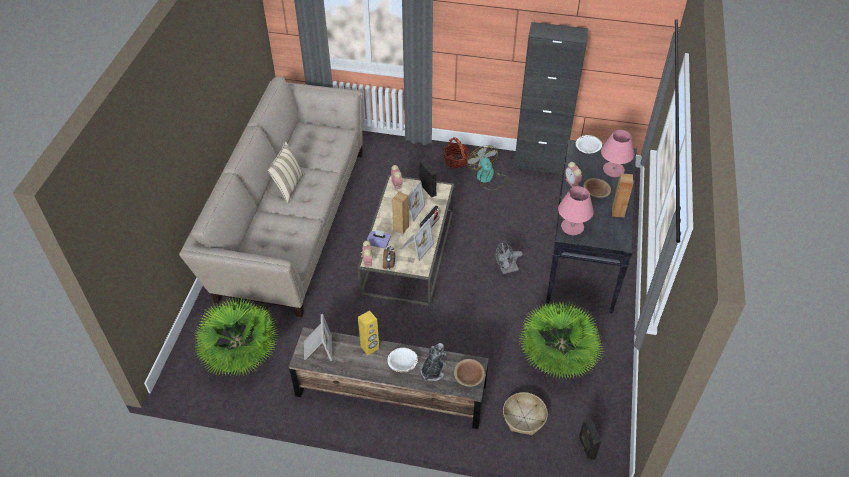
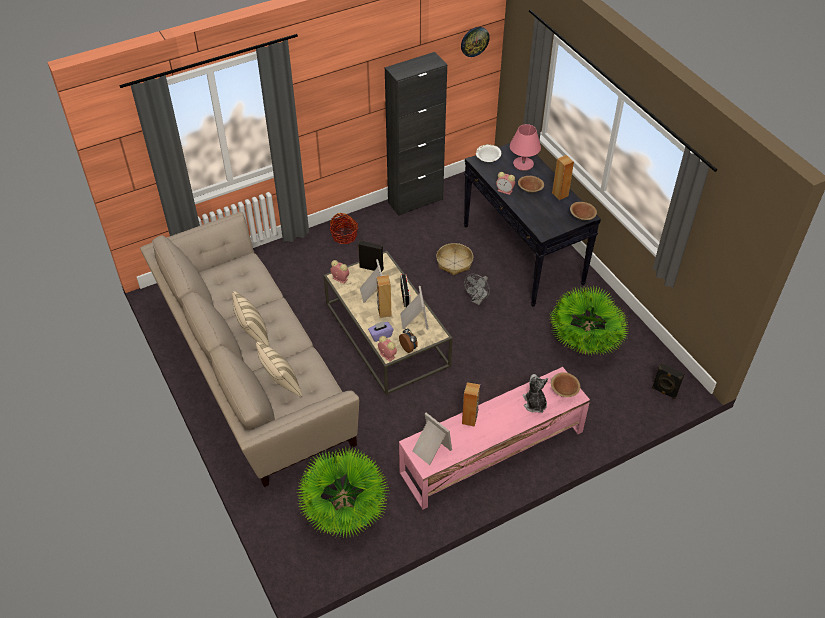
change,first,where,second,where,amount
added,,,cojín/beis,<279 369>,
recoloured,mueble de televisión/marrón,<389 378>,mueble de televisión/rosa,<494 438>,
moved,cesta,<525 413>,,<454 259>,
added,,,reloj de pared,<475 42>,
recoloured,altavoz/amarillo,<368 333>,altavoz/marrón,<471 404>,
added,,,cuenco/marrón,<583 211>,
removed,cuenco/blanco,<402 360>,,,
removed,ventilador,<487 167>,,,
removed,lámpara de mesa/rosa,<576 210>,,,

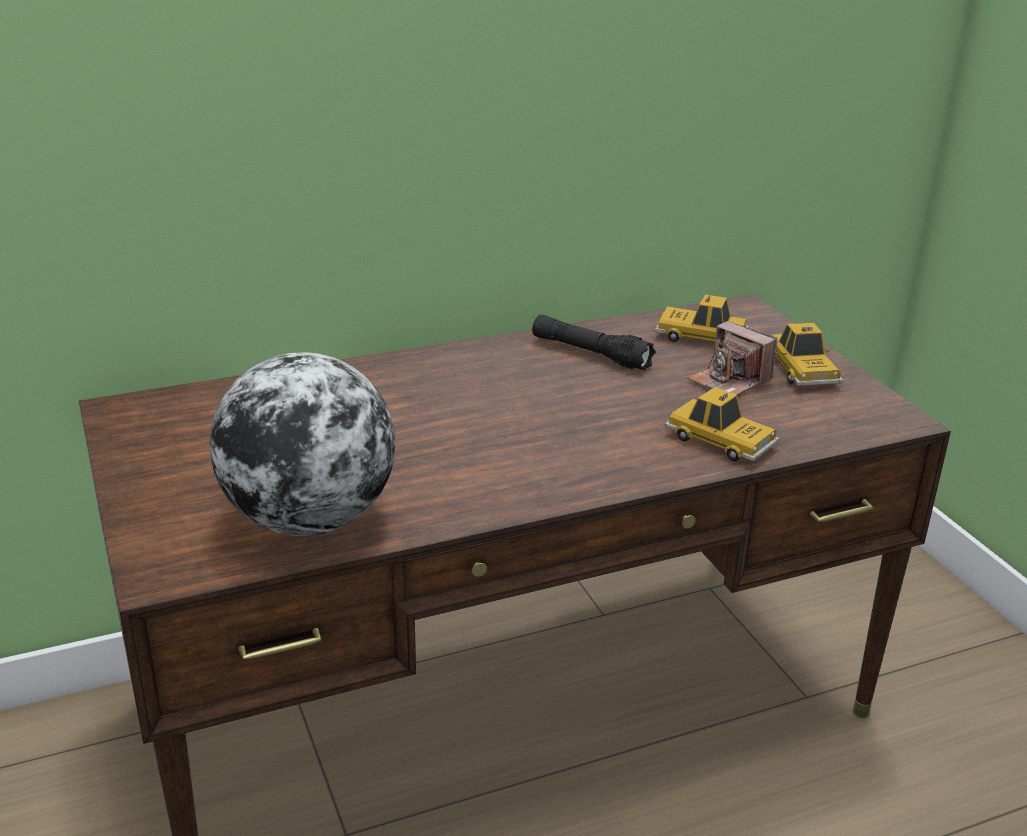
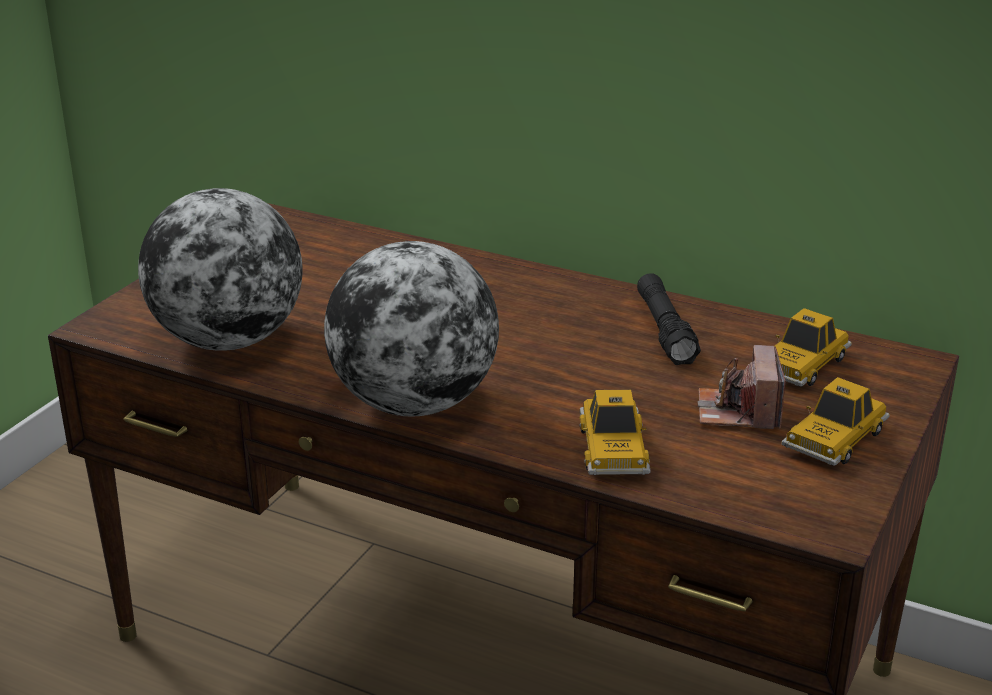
change,first,where,second,where,amount
added,,,globo terráqueo,<411 329>,
turned,coche de juguete,<702 319>,,<813 347>,120 degrees counterclockwise

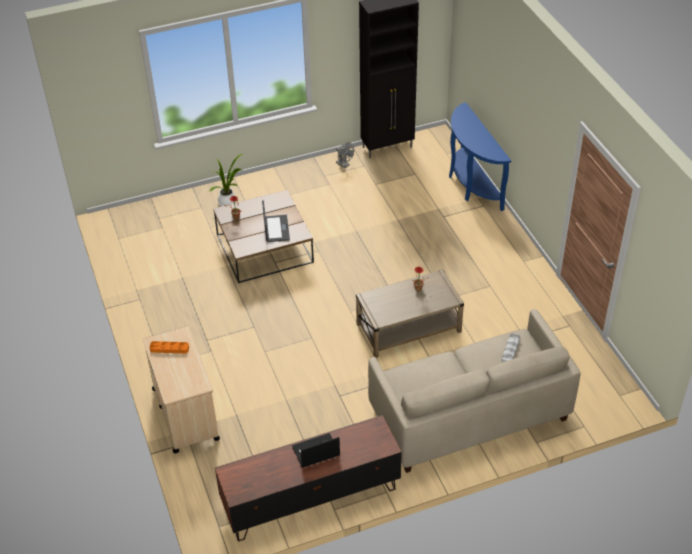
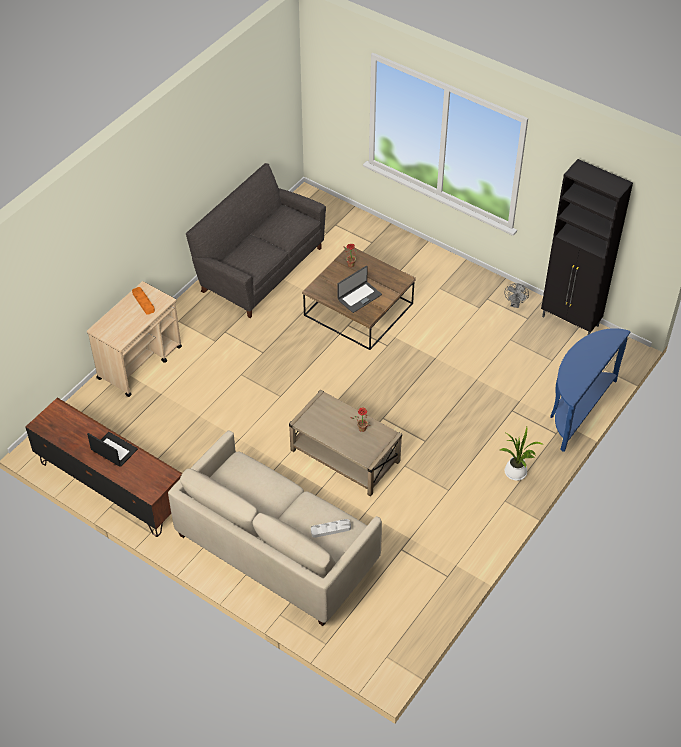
change,first,where,second,where,amount
added,,,sofá/gris,<256 240>,
moved,planta en maceta,<226 180>,,<522 454>,

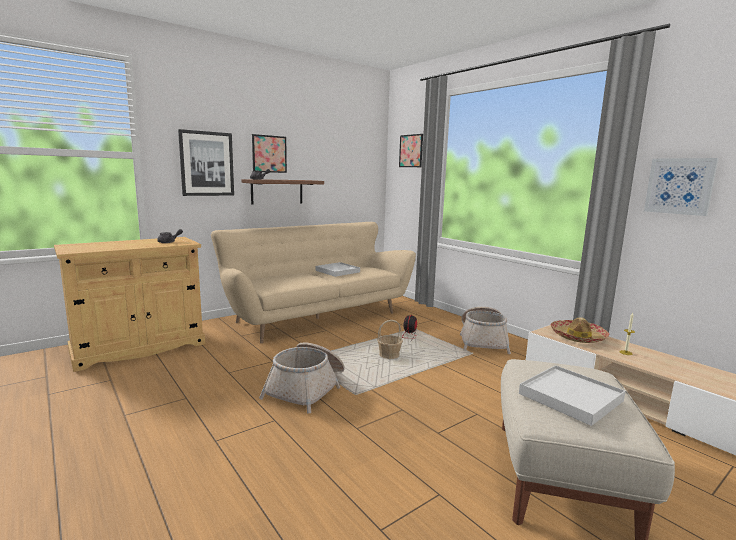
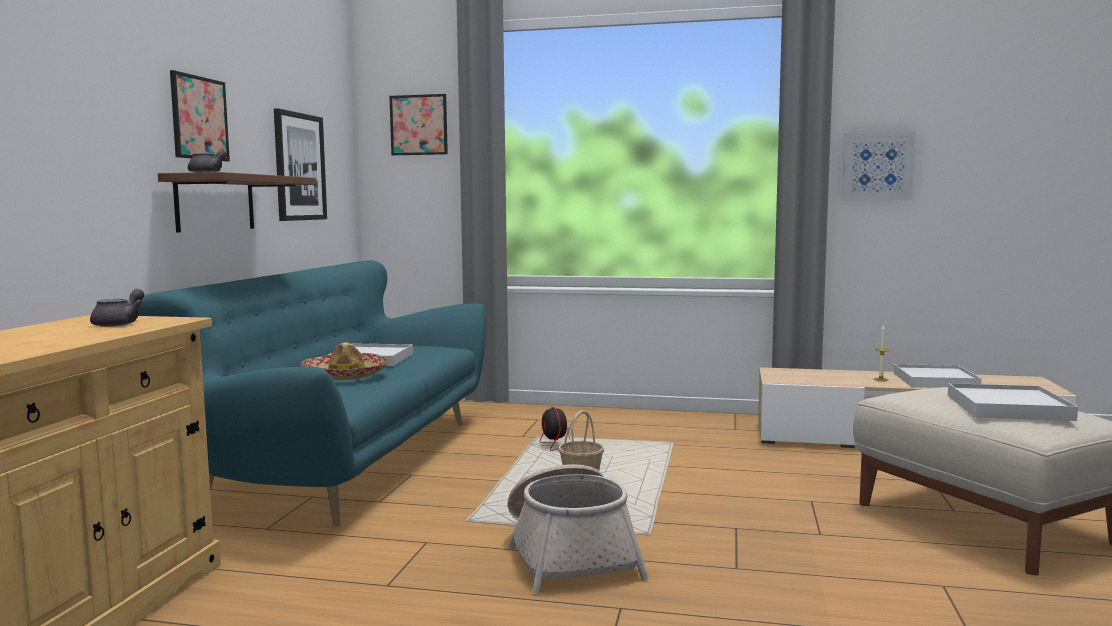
change,first,where,second,where,amount
recoloured,sofá/beis,<313 282>,sofá/turquesa,<312 393>,
moved,cuadro,<206 162>,,<300 164>,
moved,sombrero,<580 330>,,<344 361>,
added,,,bandeja/blanco,<938 376>,
removed,cesta,<485 330>,,,

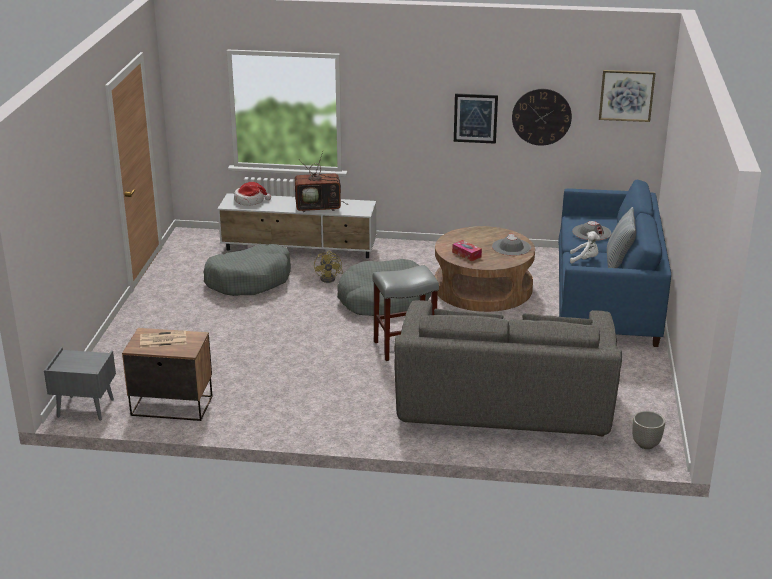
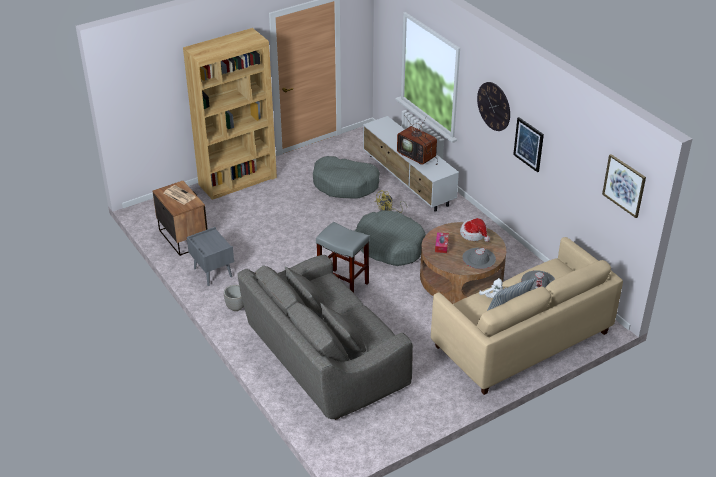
change,first,where,second,where,amount
added,,,estantería/marrón,<230 114>,
moved,mesita de noche/gris,<80 384>,,<210 256>,
moved,maceta,<648 430>,,<234 298>,
recoloured,sofá/azul,<614 263>,sofá/beis,<527 316>,
moved,sombrero,<252 194>,,<475 230>,
moved,reloj de pared,<542 117>,,<493 106>,

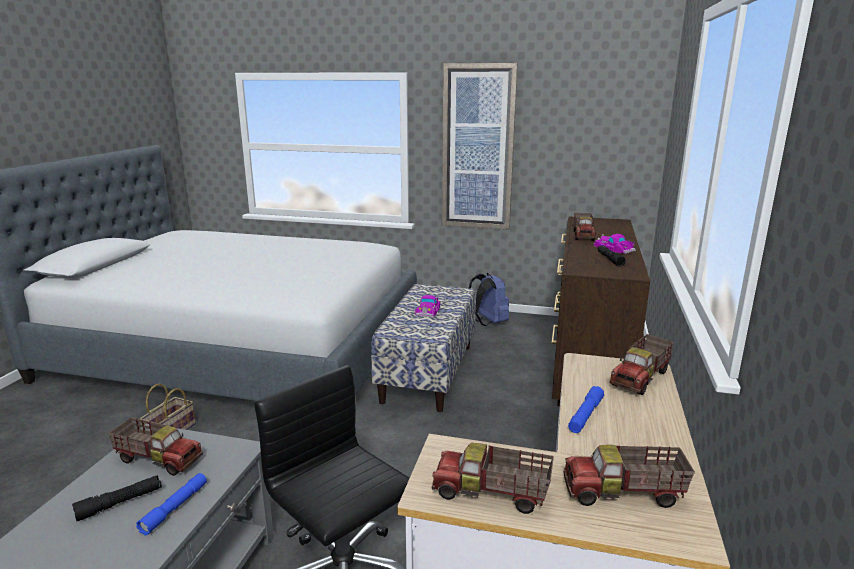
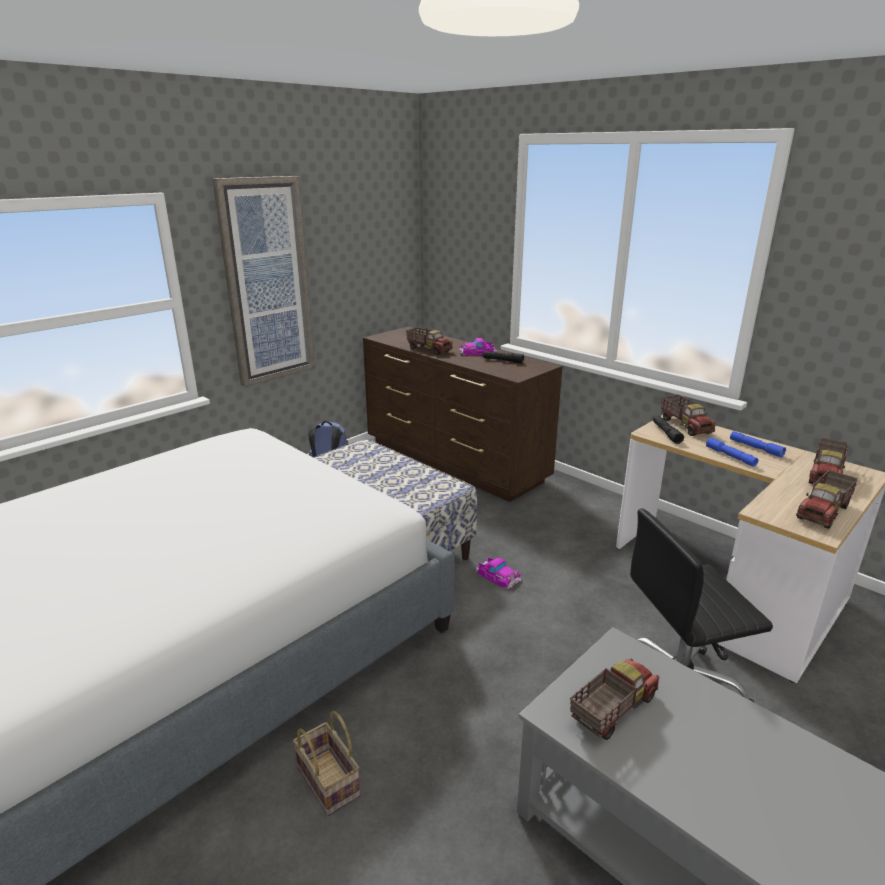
change,first,where,second,where,amount
moved,coche de juguete,<427 306>,,<498 573>,
moved,linterna/negro,<117 498>,,<668 430>,
moved,linterna/azul,<171 504>,,<758 444>,

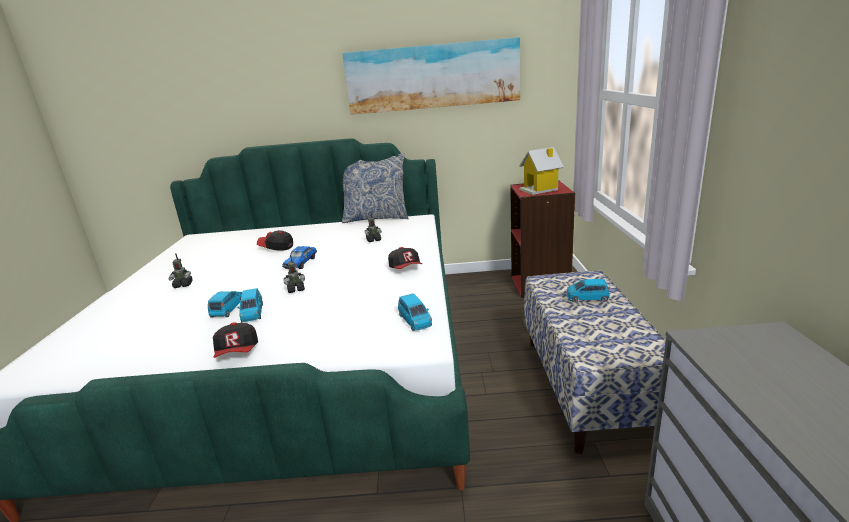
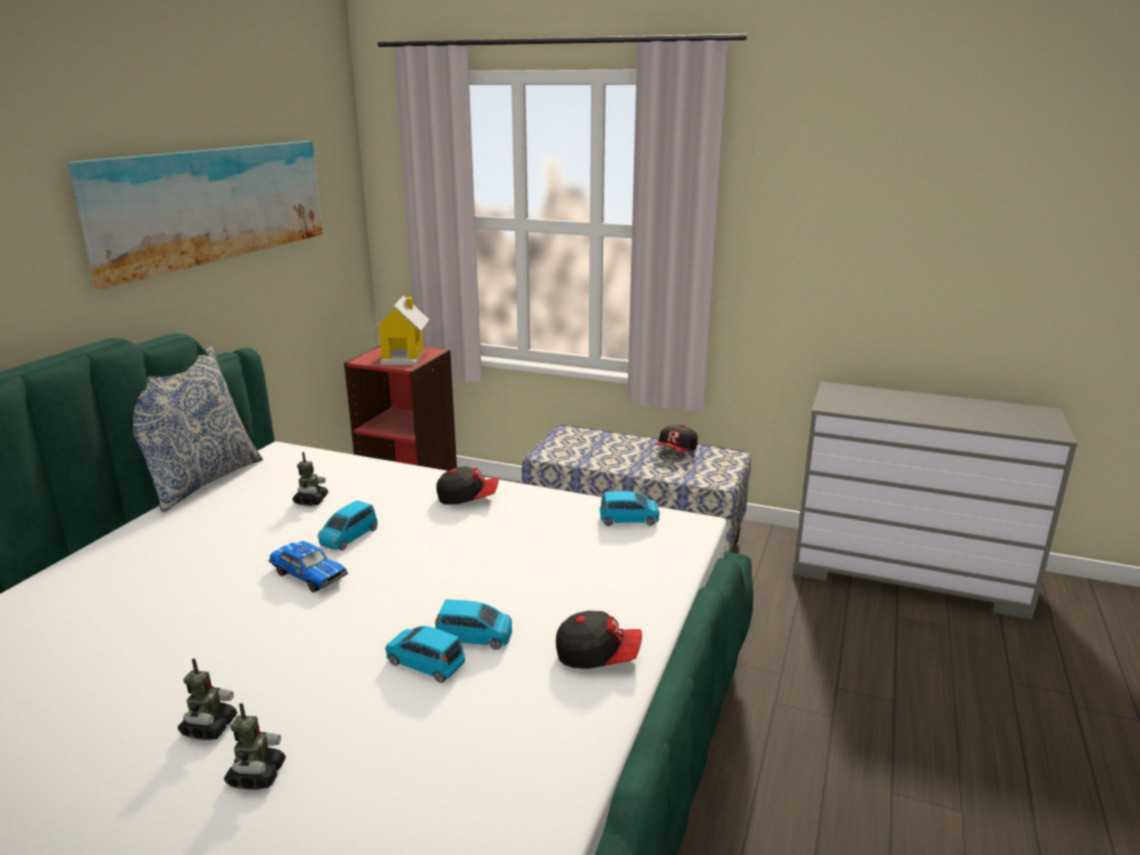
change,first,where,second,where,amount
moved,robot de juguete,<294 274>,,<255 746>,
moved,coche de juguete/azul,<588 290>,,<347 525>,
moved,gorra,<275 240>,,<676 438>,

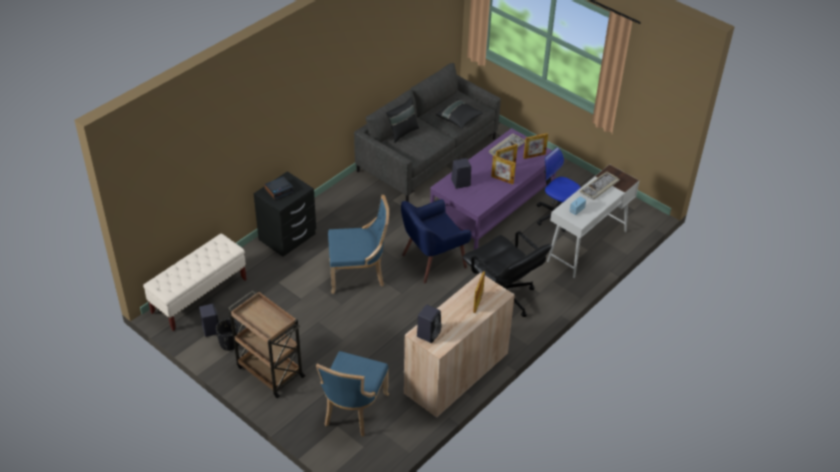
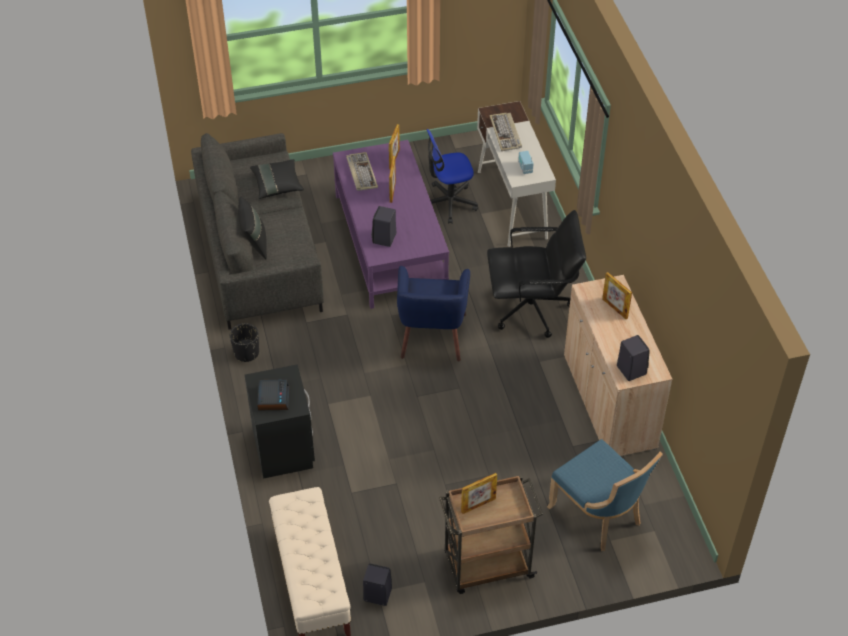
change,first,where,second,where,amount
moved,maceta/negro,<228 335>,,<244 342>,
moved,portarretratos,<503 169>,,<479 493>,
removed,silla/azul,<358 244>,,,

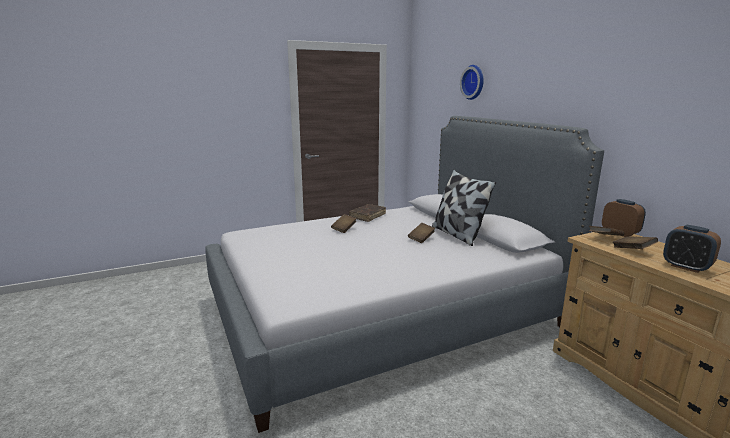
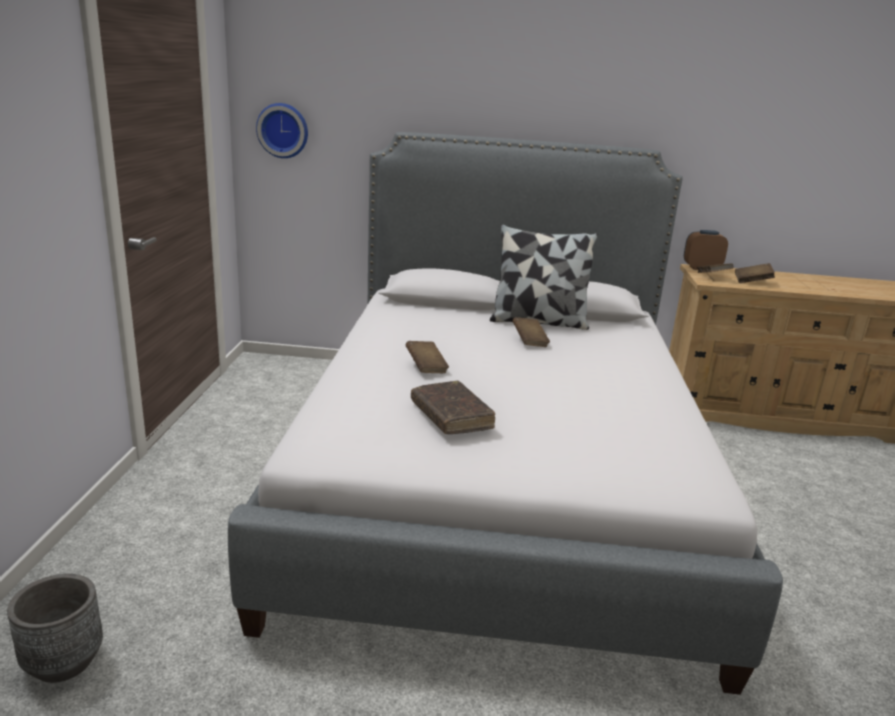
change,first,where,second,where,amount
added,,,maceta/gris,<55 628>,
moved,reloj de pared,<472 82>,,<282 130>,
moved,libro/marrón,<367 213>,,<453 407>,
removed,despertador,<692 249>,,,

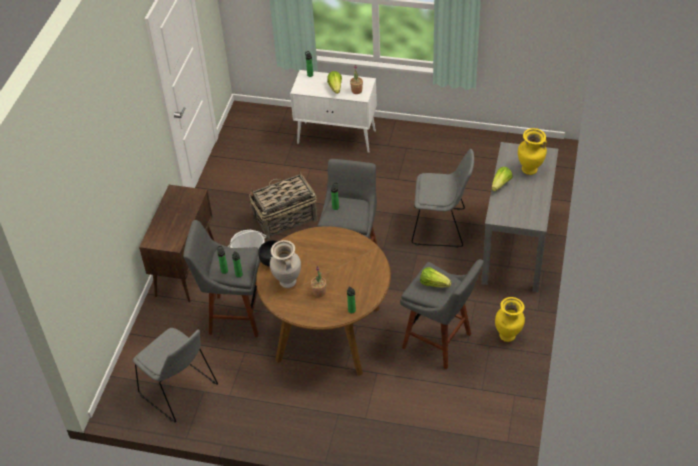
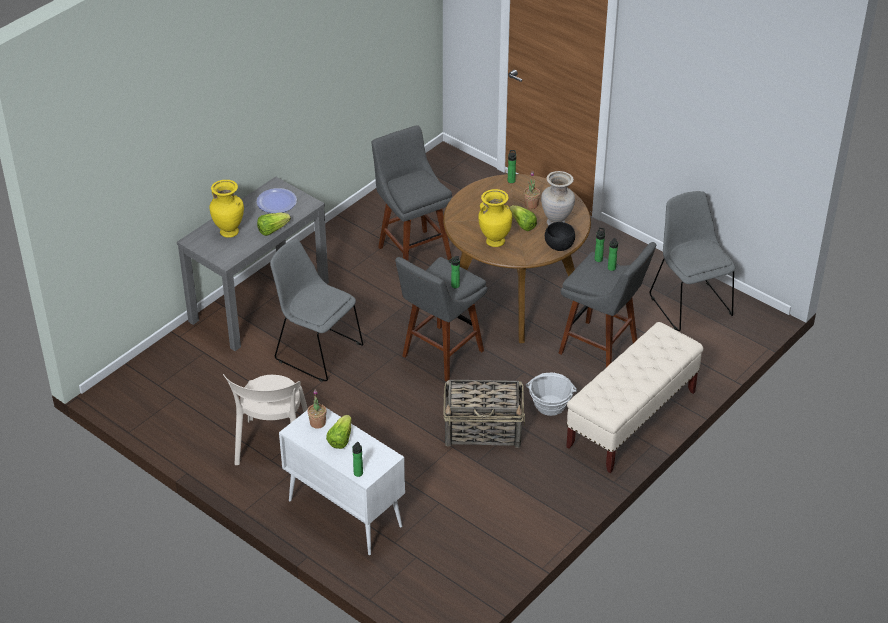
change,first,where,second,where,amount
added,,,silla/beis,<265 419>,
added,,,plato,<277 200>,
moved,florero/amarillo,<510 319>,,<495 218>,
moved,lechuga,<435 277>,,<523 218>,
replaced,armario/marrón,<176 243>,banco/beis,<634 397>,

